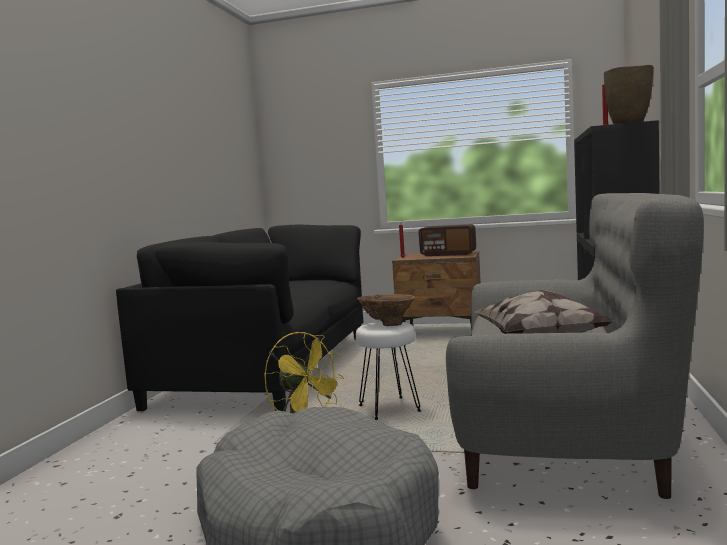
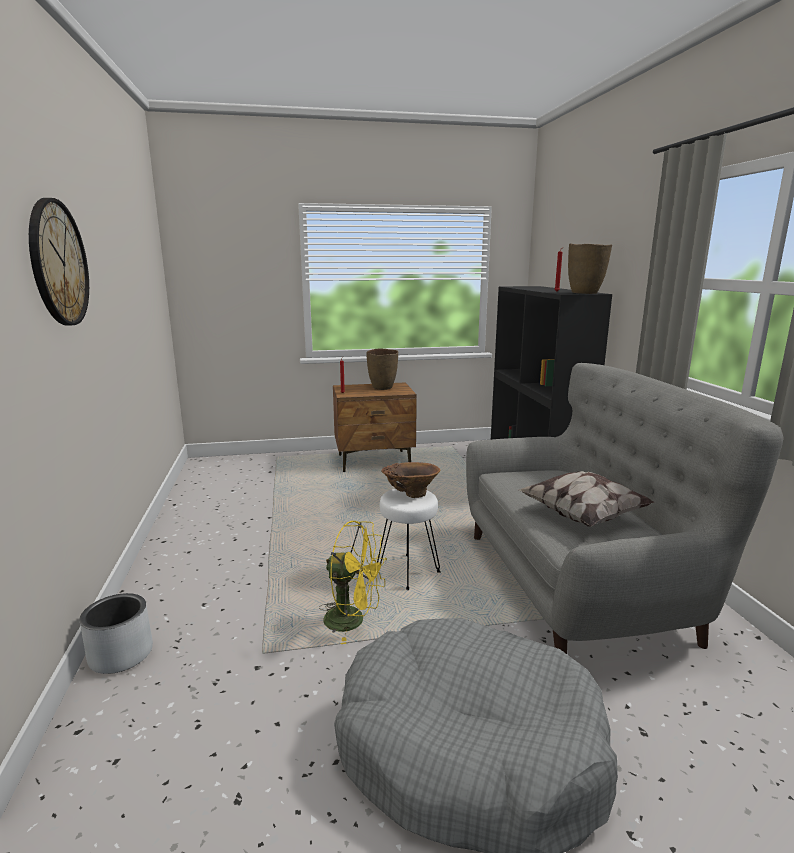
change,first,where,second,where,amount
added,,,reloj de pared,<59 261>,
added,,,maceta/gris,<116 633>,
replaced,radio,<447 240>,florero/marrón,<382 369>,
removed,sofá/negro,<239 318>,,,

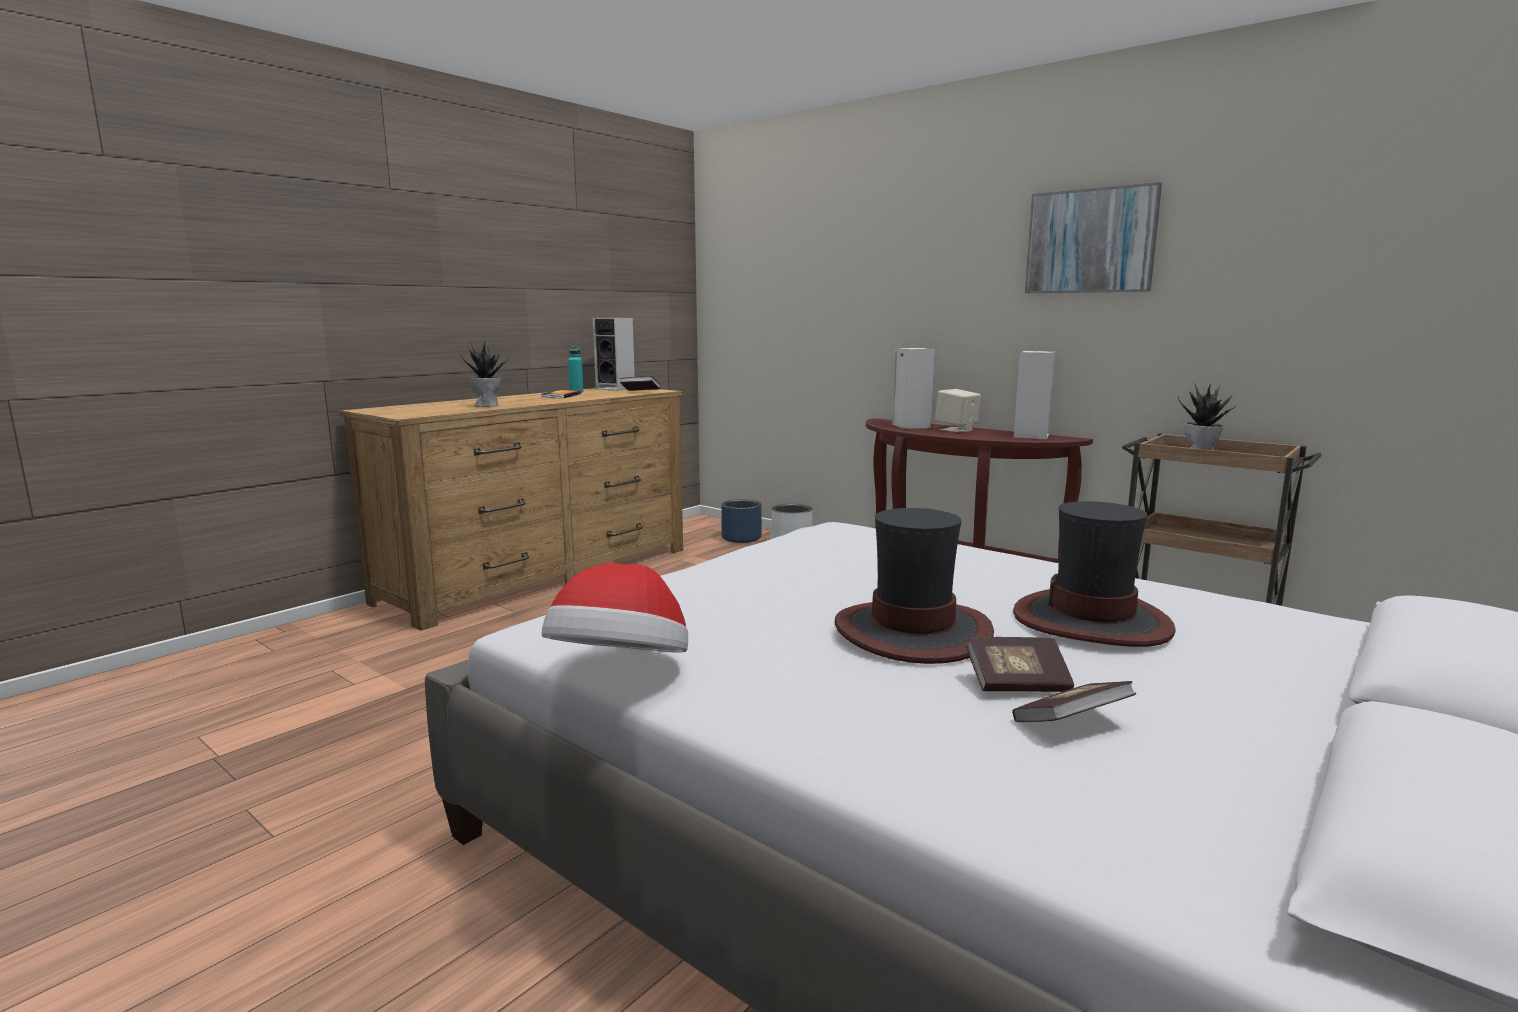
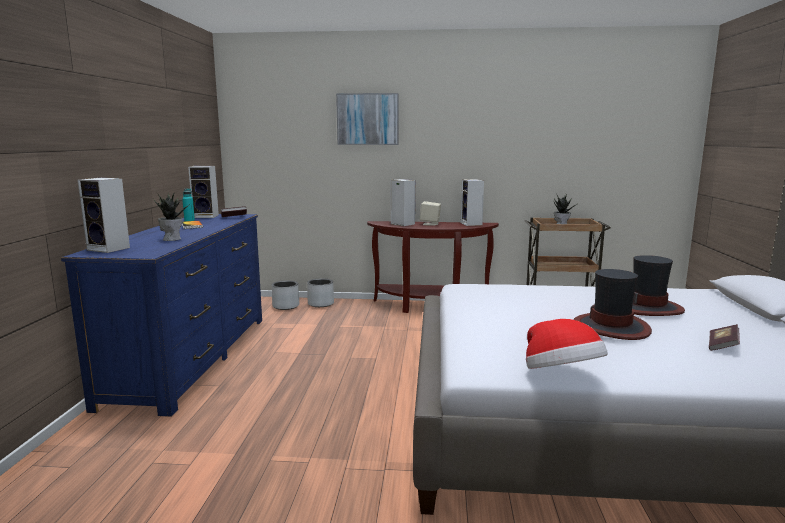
change,first,where,second,where,amount
recoloured,cómoda/marrón,<511 509>,cómoda/azul,<161 315>,
added,,,altavoz,<103 215>,
recoloured,maceta/azul,<741 521>,maceta/gris,<285 295>,
moved,cuadro,<1093 237>,,<367 119>,
removed,libro,<1020 664>,,,

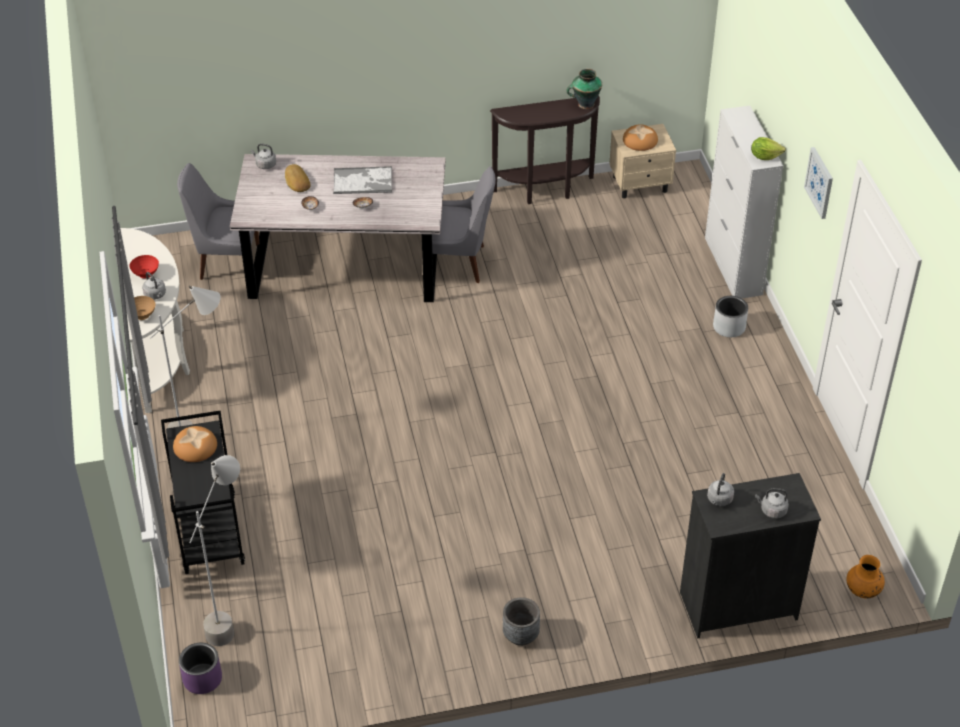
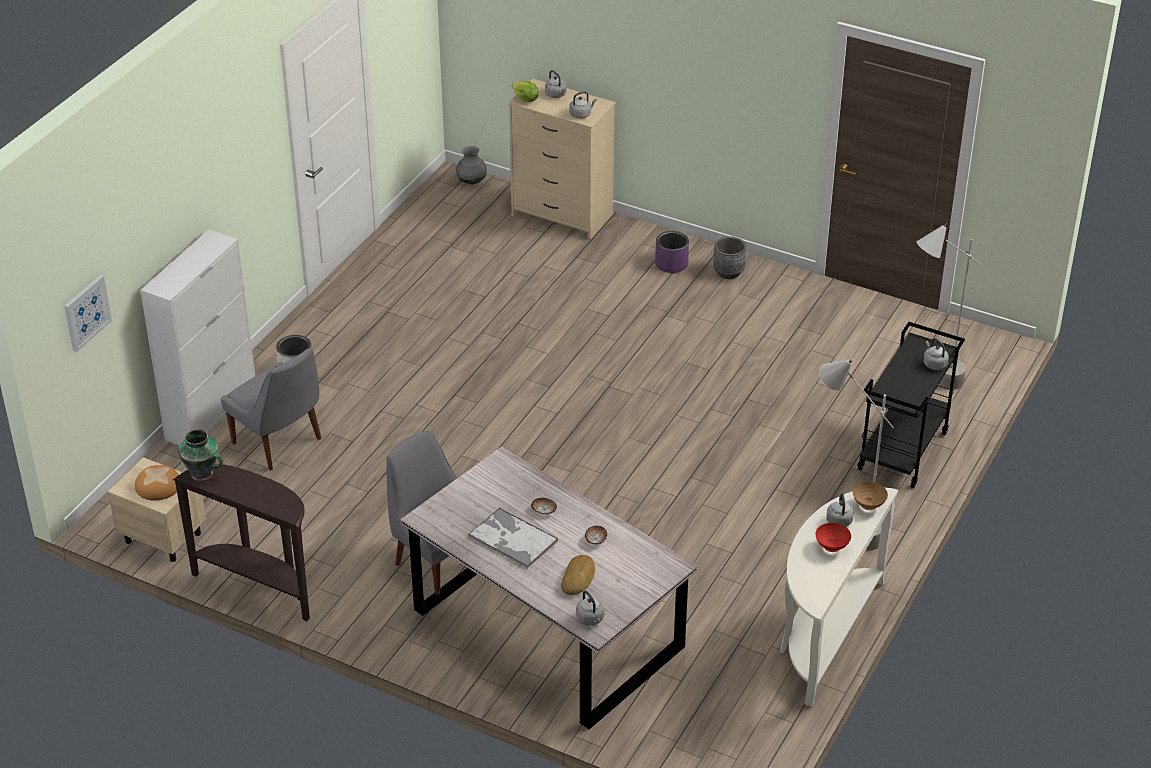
change,first,where,second,where,amount
moved,cuadro,<818 183>,,<88 313>,
moved,silla/gris,<218 221>,,<271 409>,
recoloured,florero/naranja,<865 577>,florero/gris,<471 165>,
recoloured,cómoda/negro,<750 555>,cómoda/beis,<562 159>,
moved,lechuga,<768 148>,,<525 91>,
moved,maceta/morado,<200 668>,,<672 252>,
added,,,hervidor/gris,<936 354>,
removed,pan,<195 444>,,,

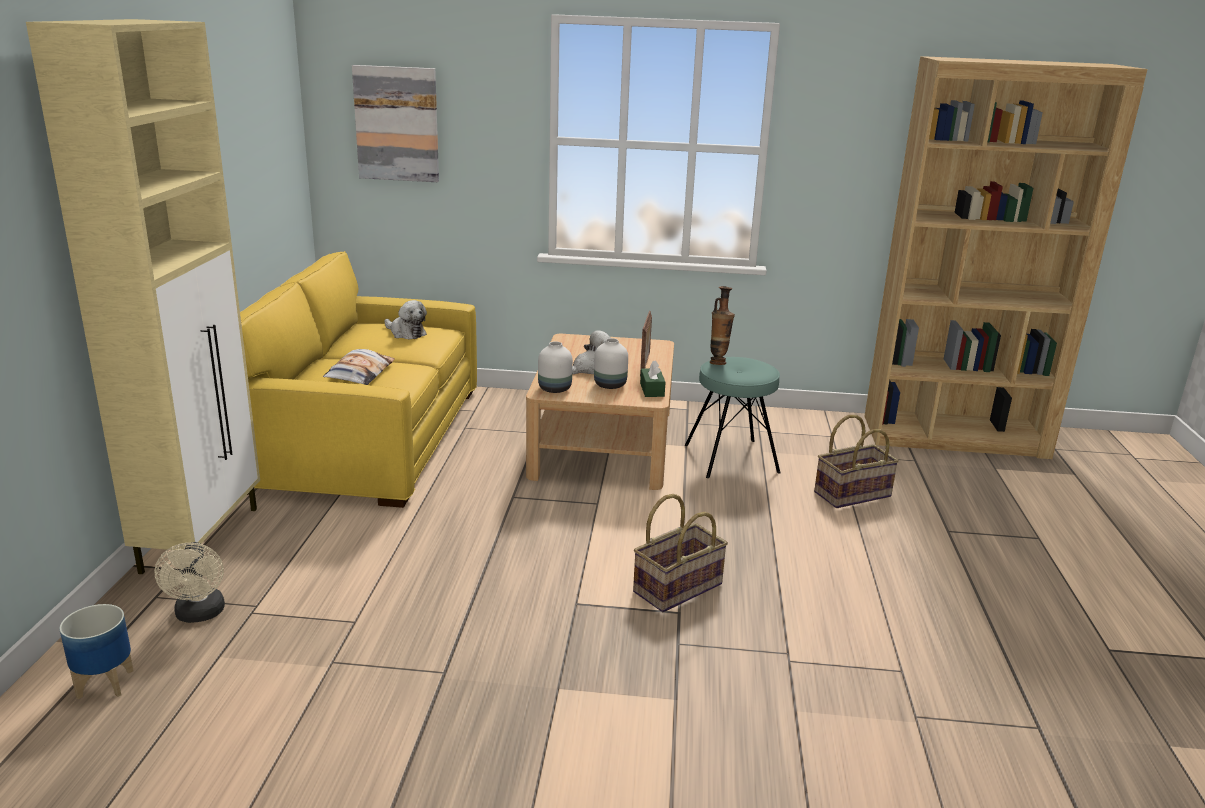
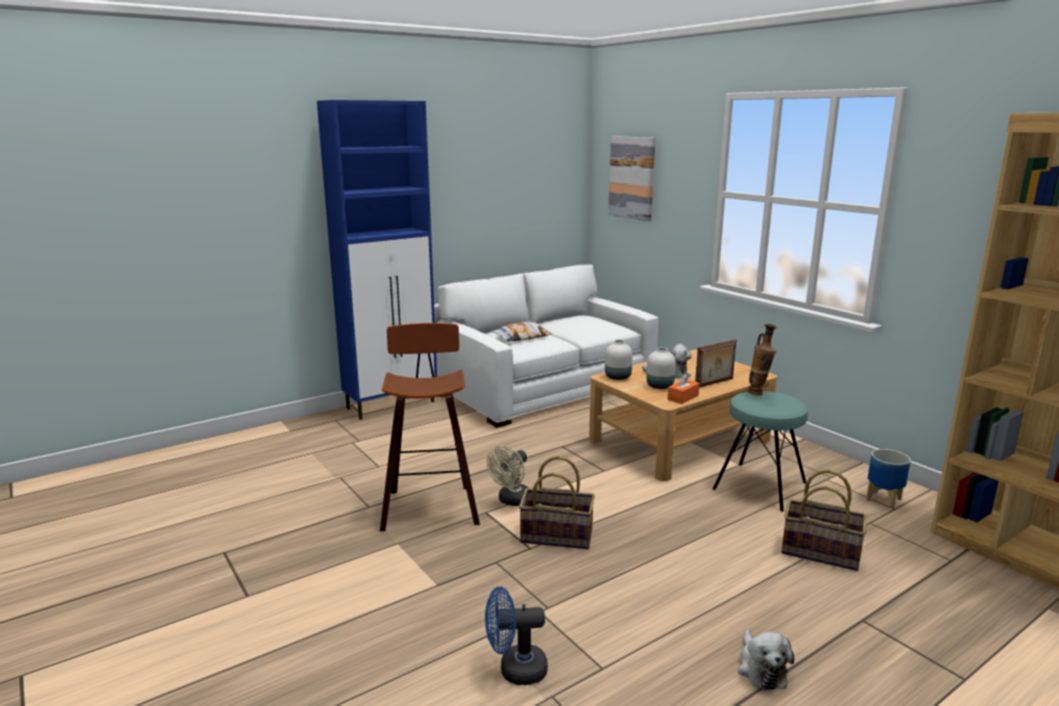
change,first,where,second,where,amount
recoloured,armario/beis,<143 296>,armario/azul,<377 260>,
added,,,taburete,<430 427>,
recoloured,sofá/amarillo,<358 379>,sofá/blanco,<546 346>,
added,,,ventilador/azul,<516 636>,
moved,ventilador/beis,<189 582>,,<507 476>,
recoloured,caja de pañuelos/verde,<652 378>,caja de pañuelos/naranja,<684 388>,
moved,peluche,<406 319>,,<766 659>,
moved,maceta,<96 651>,,<888 479>,

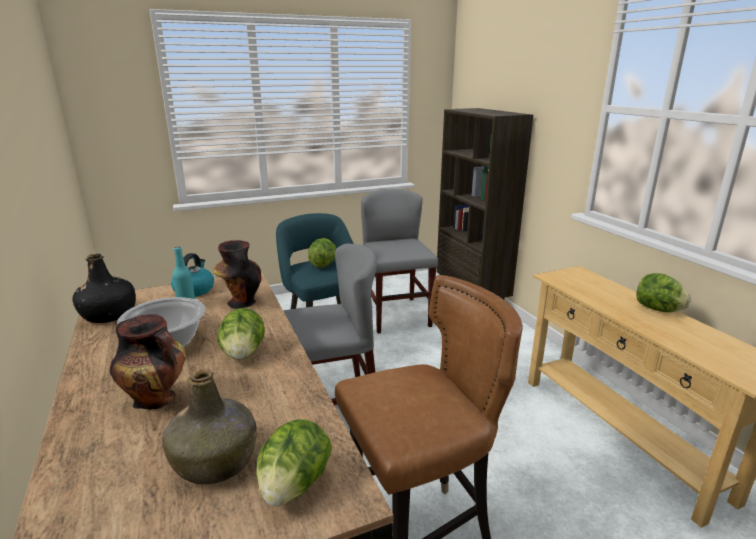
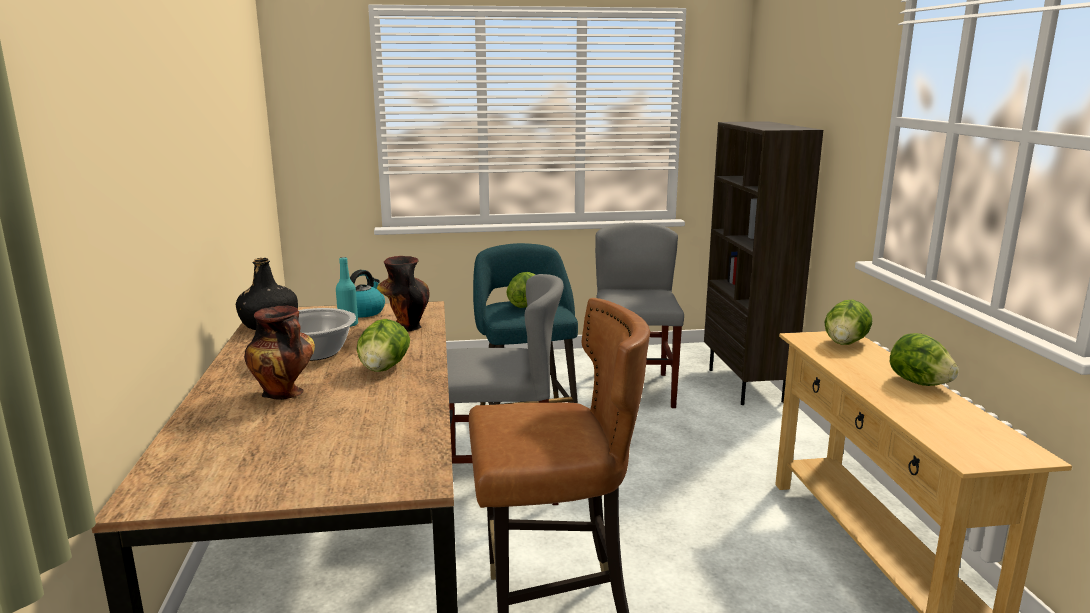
change,first,where,second,where,amount
moved,lechuga,<294 462>,,<848 322>,
removed,botella/verde,<210 426>,,,

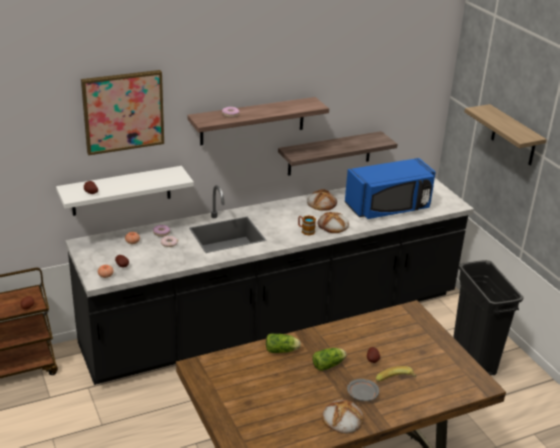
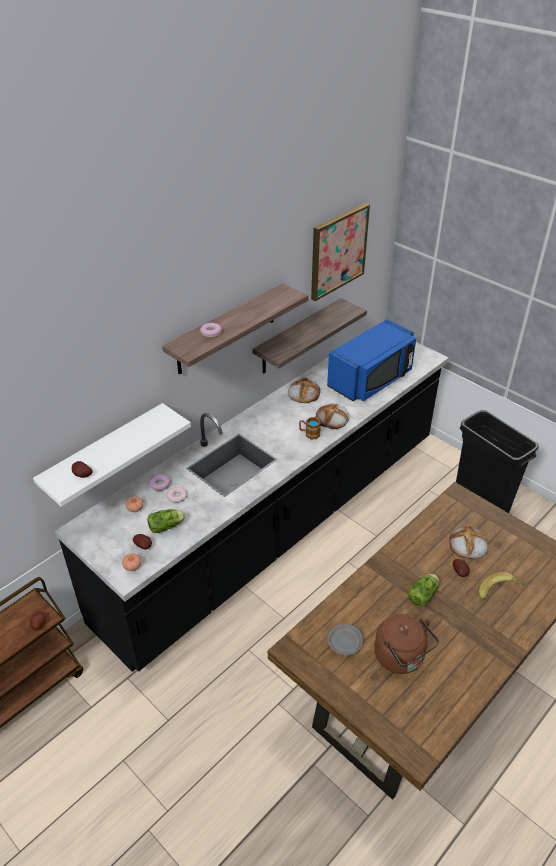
change,first,where,second,where,amount
moved,lechuga,<283 343>,,<166 521>,
moved,cuadro,<122 112>,,<340 252>,
moved,plato/gris,<363 390>,,<345 639>,
added,,,hervidor/marrón,<406 644>,
moved,pan,<343 417>,,<468 542>,
removed,estante,<505 134>,,,

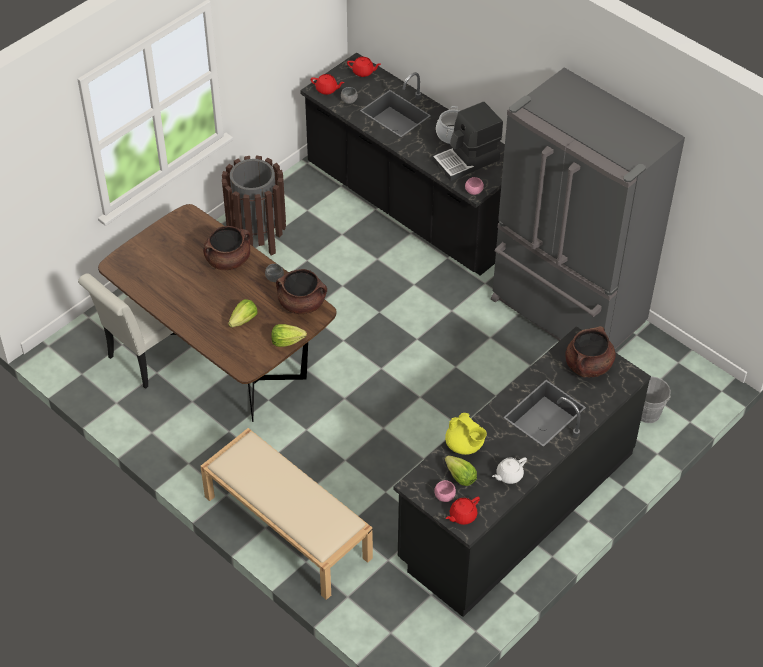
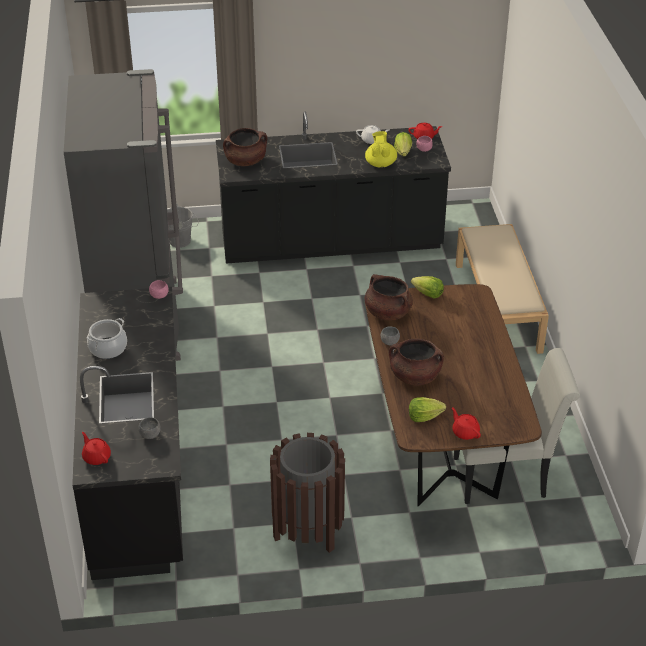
change,first,where,second,where,amount
moved,lechuga,<243 313>,,<427 409>,
moved,tetera/rojo,<327 84>,,<466 423>,
removed,cafetera,<468 141>,,,

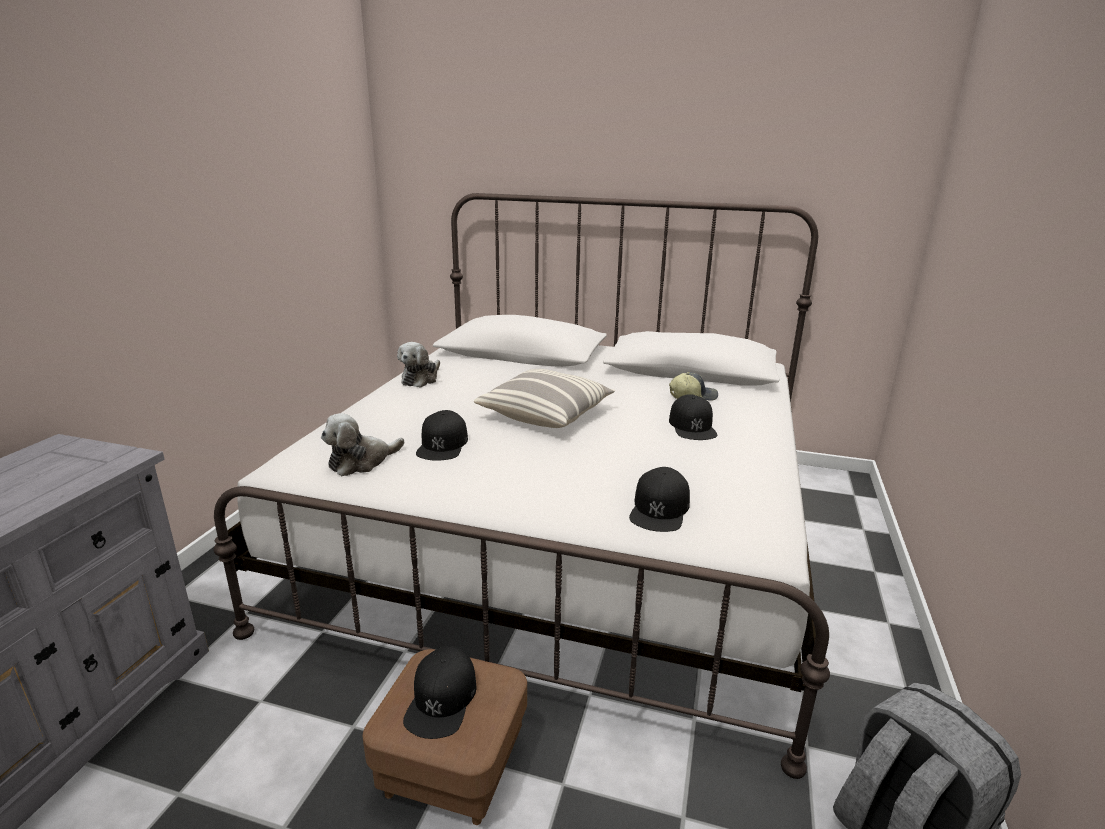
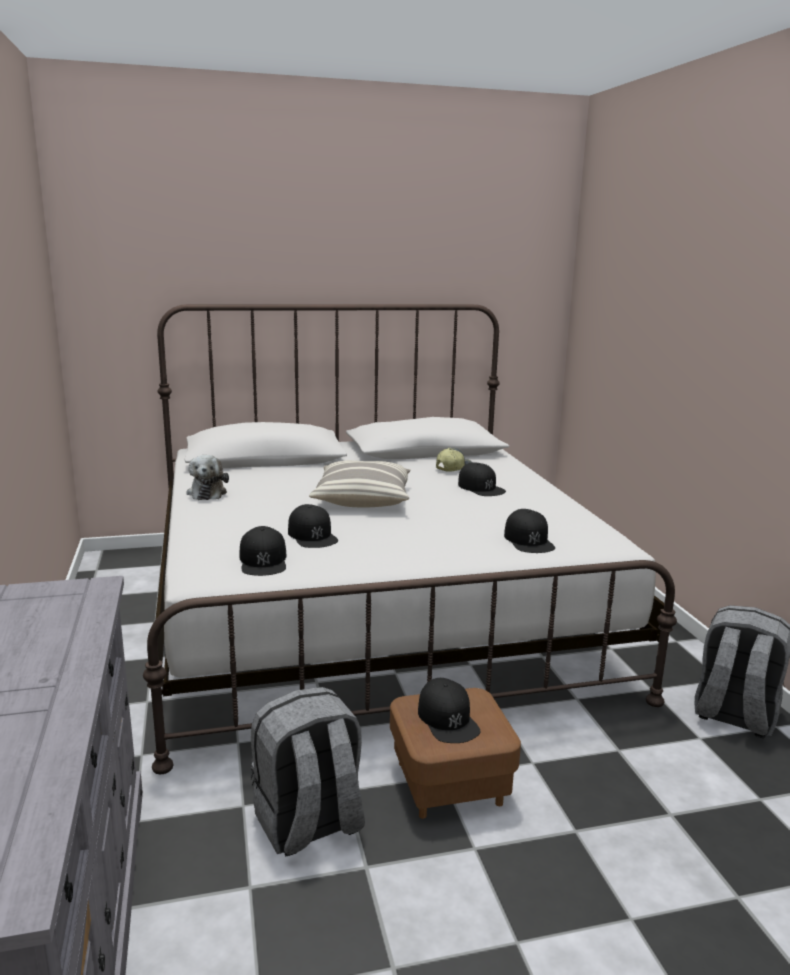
change,first,where,second,where,amount
replaced,peluche,<363 444>,gorra/negro,<262 551>,
added,,,mochila/gris,<308 772>,

